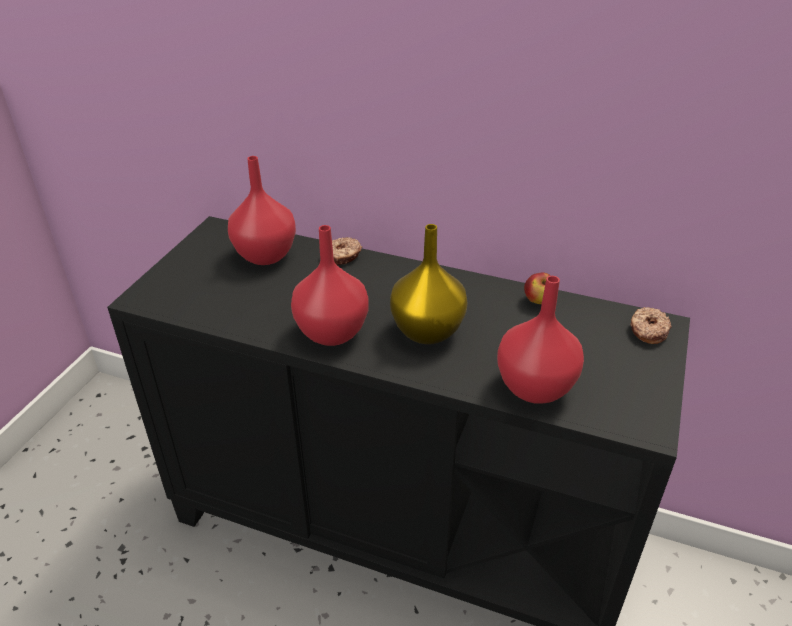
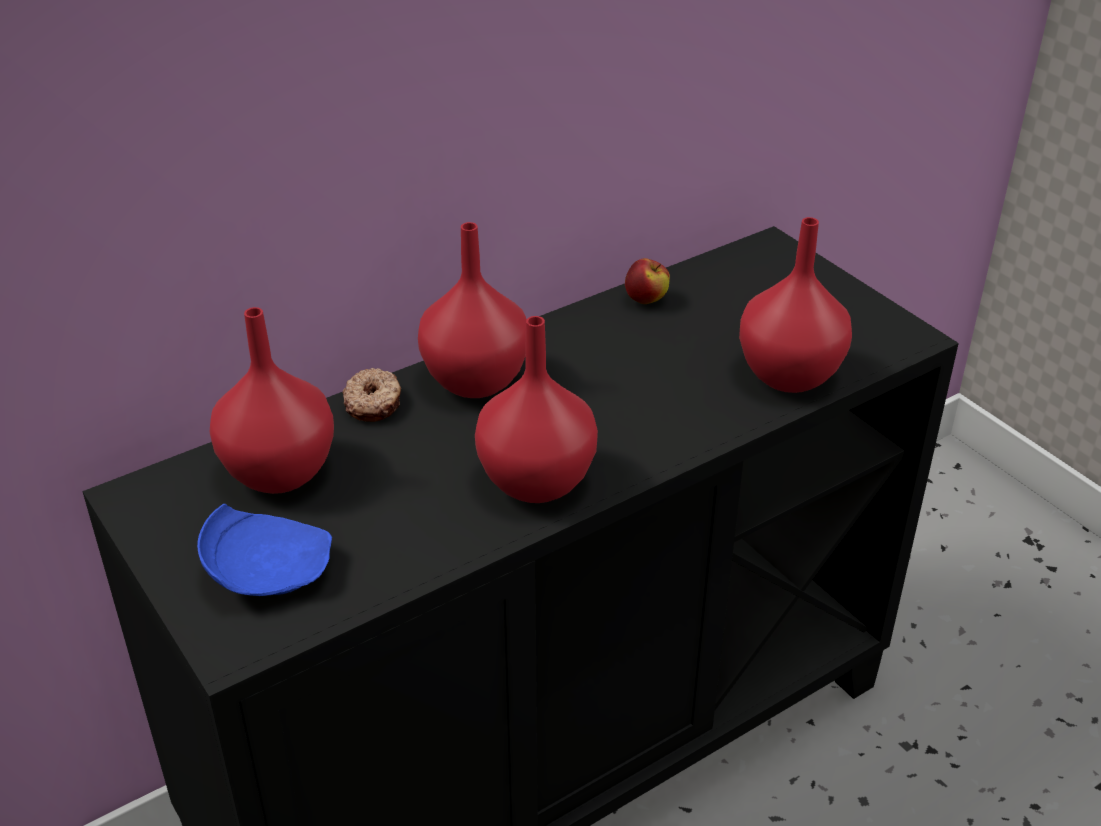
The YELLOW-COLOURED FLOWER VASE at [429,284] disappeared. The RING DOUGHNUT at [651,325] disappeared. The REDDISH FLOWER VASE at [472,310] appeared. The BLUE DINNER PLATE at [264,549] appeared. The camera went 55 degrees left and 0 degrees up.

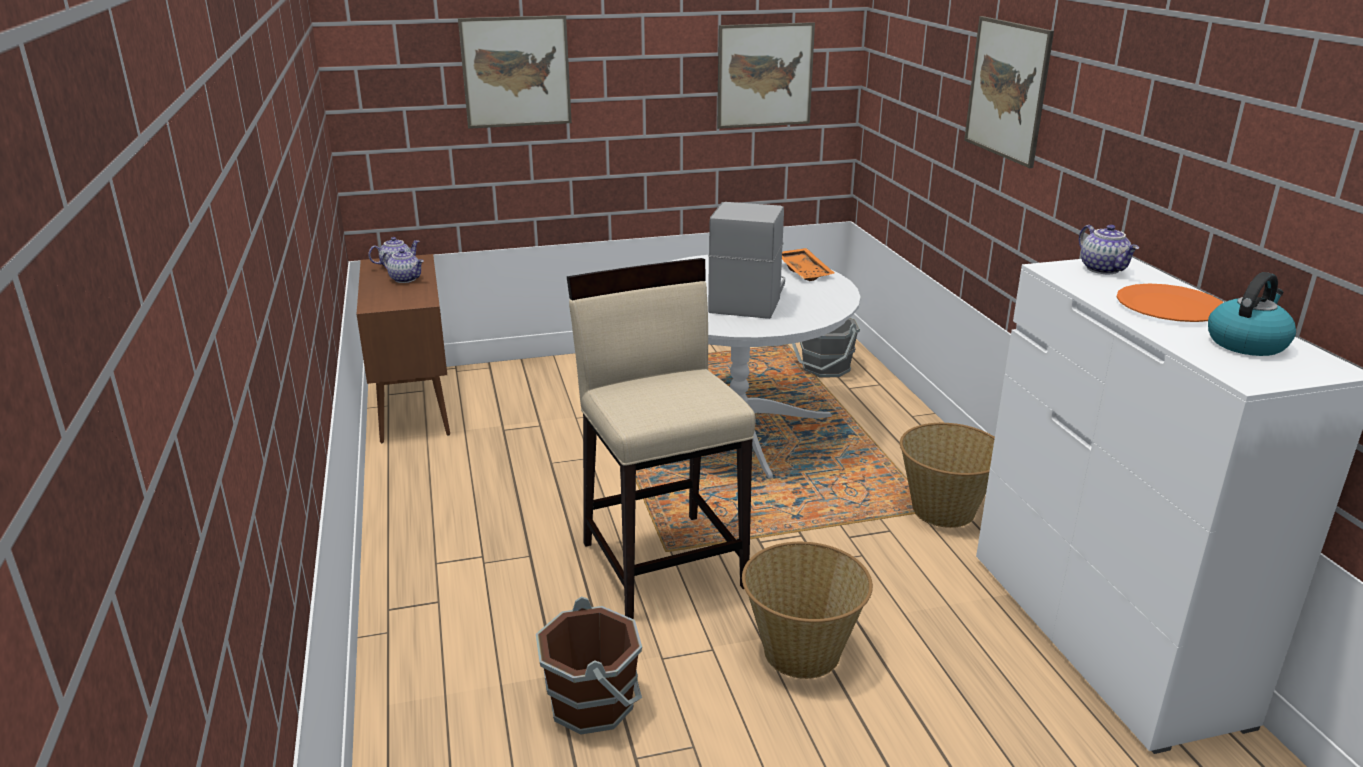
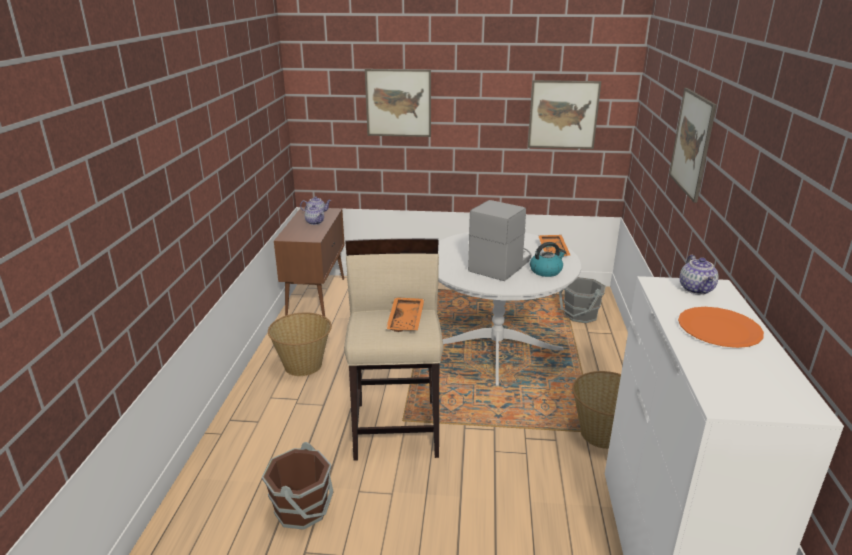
The KETTLE moved from [1252,314] to [548,259]. The STORAGE BASKET moved from [807,610] to [300,344]. The ORANGEY TRAY at [405,315] appeared. The camera went 20 degrees right and 0 degrees up.

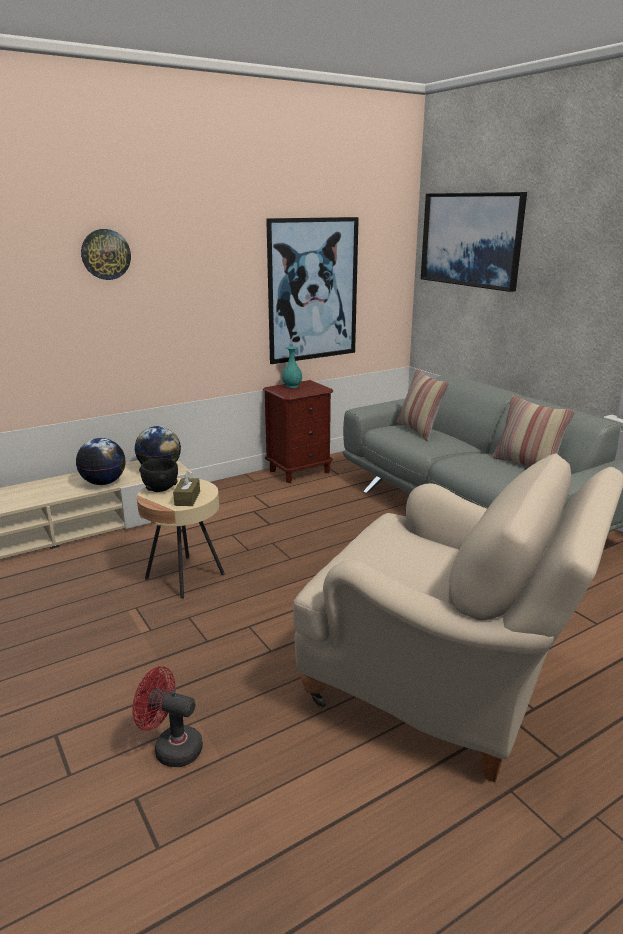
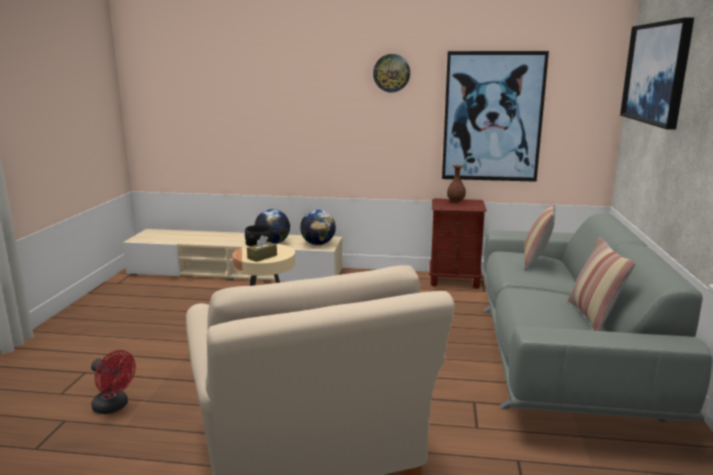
The CLOCK ON THE WALL moved from [106,254] to [391,73]. The TURQUOISE-COLOURED FLOWER VASE at [292,367] became the BROWNISH FLOWER VASE at [456,184]. The REDDISH FAN at [167,716] turned 150 degrees clockwise. The camera went 40 degrees right and 5 degrees down.

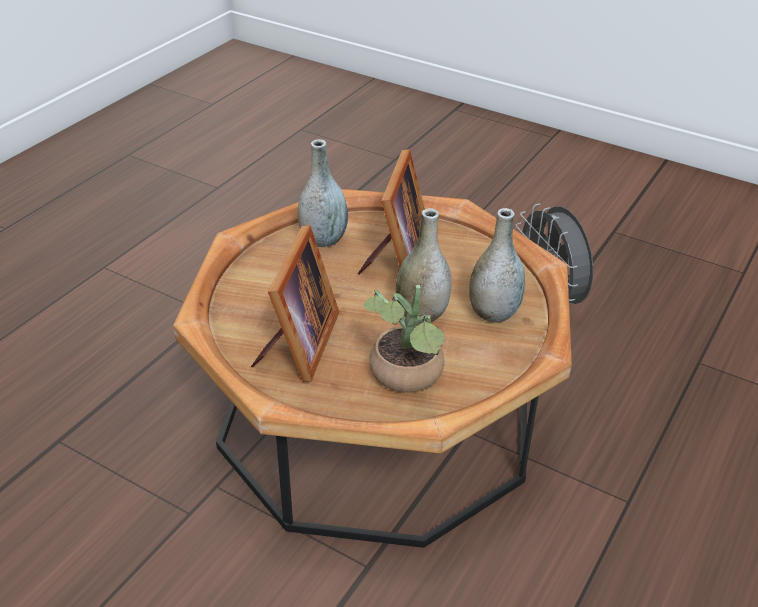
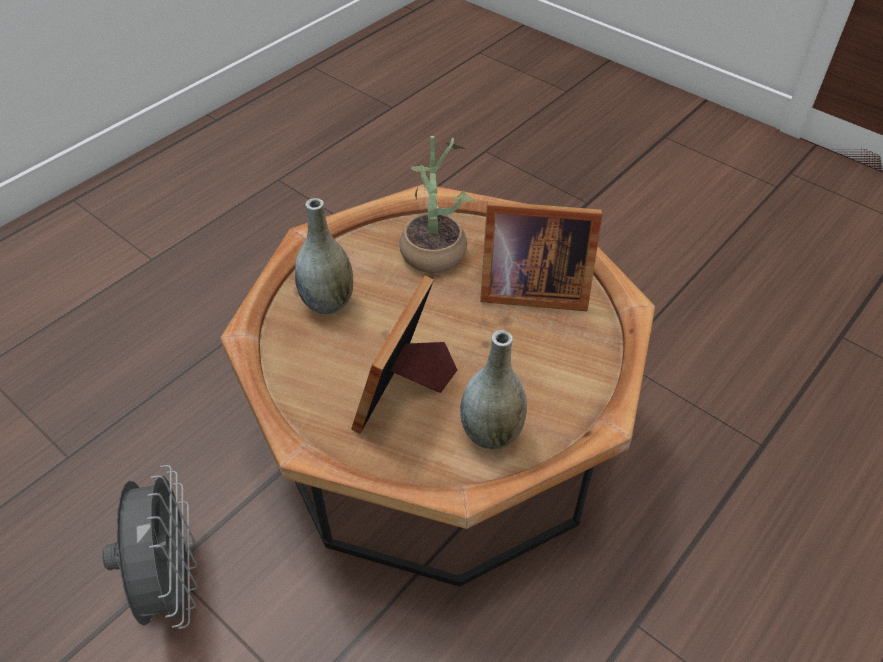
The GREY FLOWER VASE at [423,266] disappeared. The PICTURE FRAME at [295,303] turned 105 degrees counterclockwise. The camera went 170 degrees left and 10 degrees up.

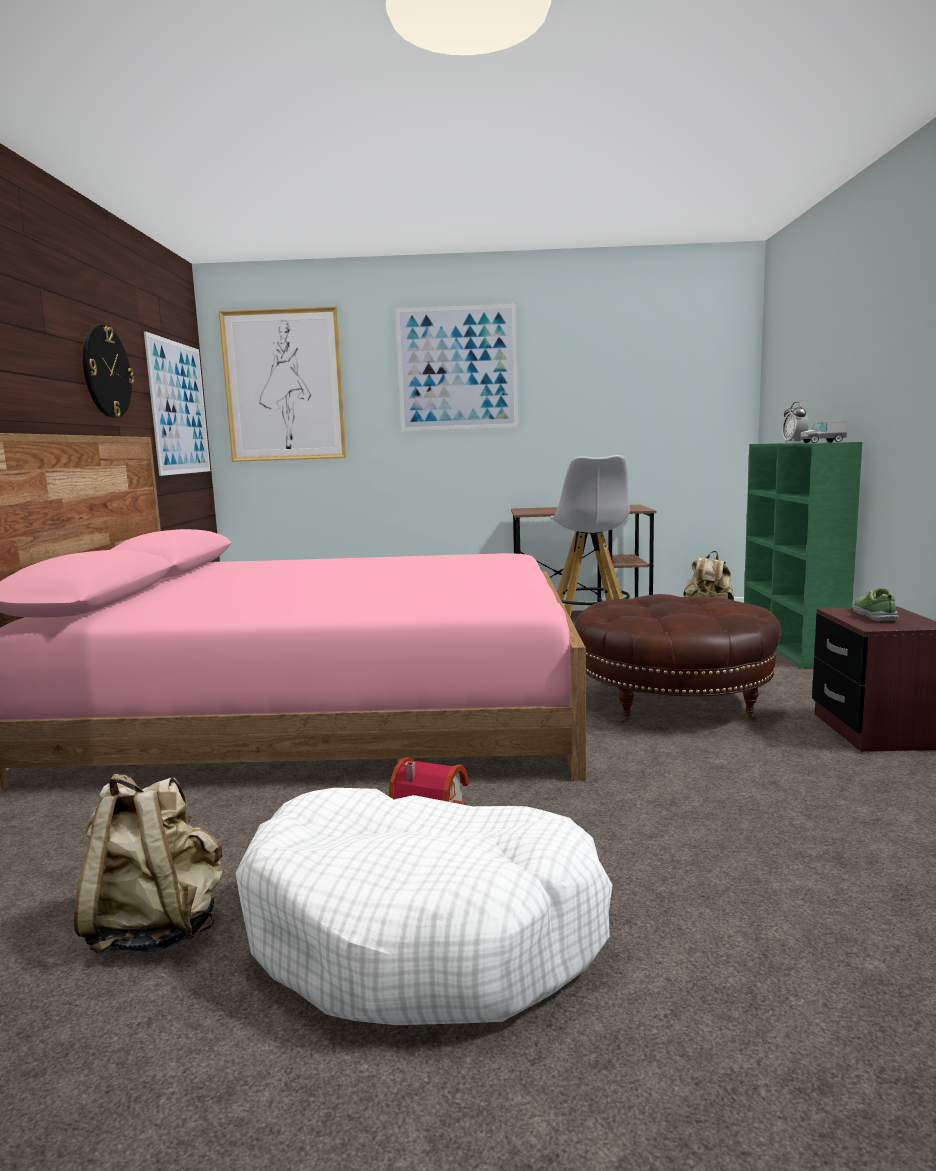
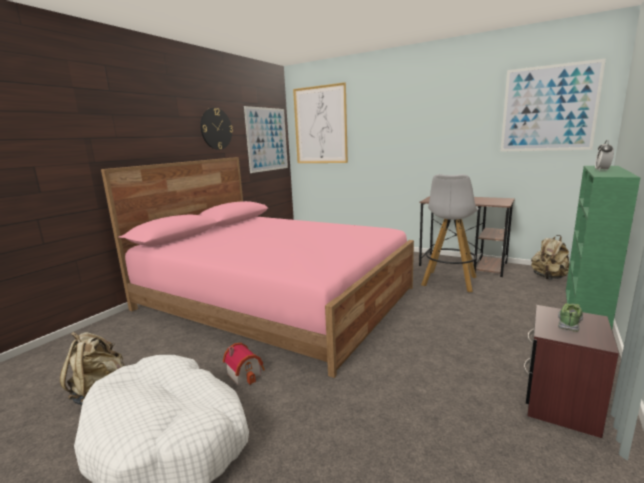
The WALL PICTURE moved from [456,367] to [553,105]. The MODEL TRUCK at [824,432] disappeared. The BROWNISH OTTOMAN at [678,659] disappeared. The camera went 30 degrees right and 5 degrees up.

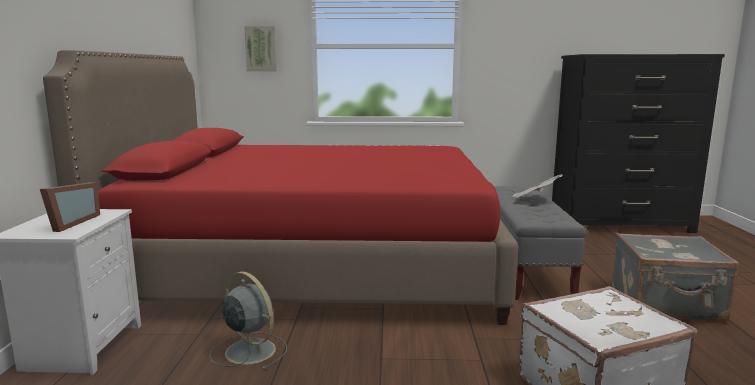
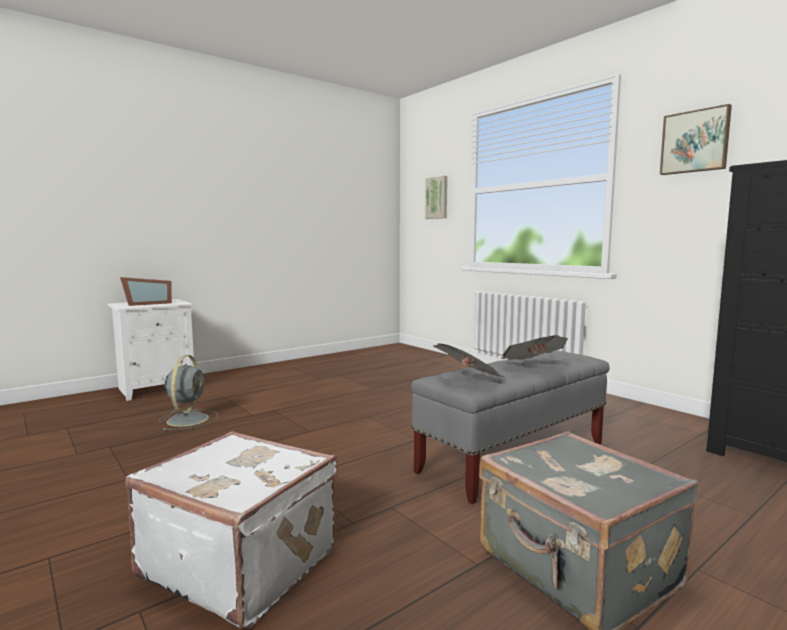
The REDDISH BED at [281,187] disappeared. The WALL PICTURE at [696,139] appeared. The DAILY PAPER at [469,360] appeared. The camera went 50 degrees right and 5 degrees down.

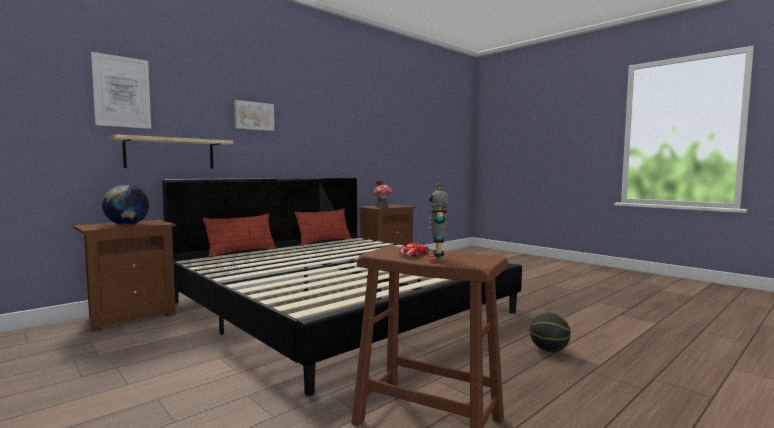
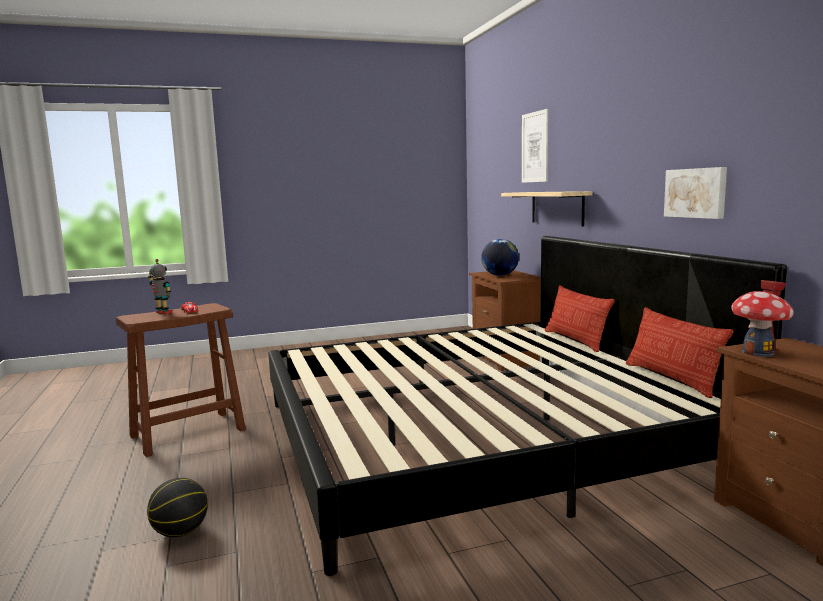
The WALL PICTURE moved from [254,115] to [695,193]. The camera went 115 degrees right and 5 degrees up.

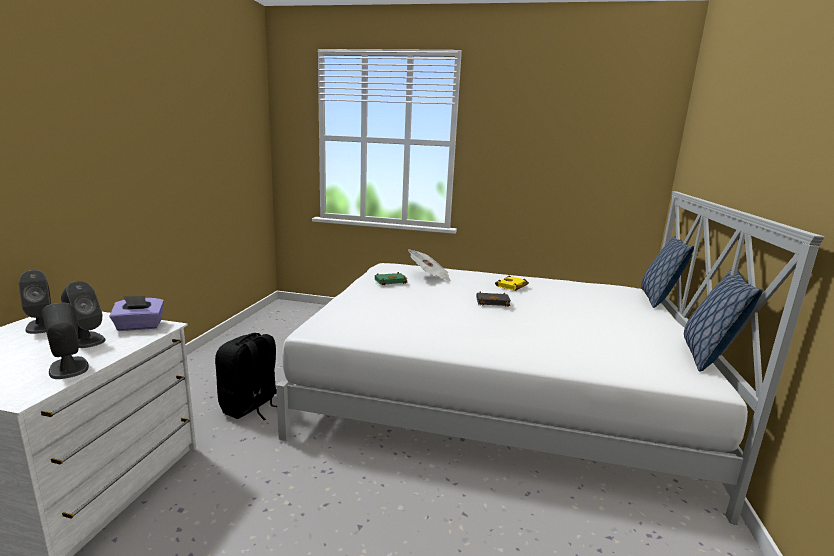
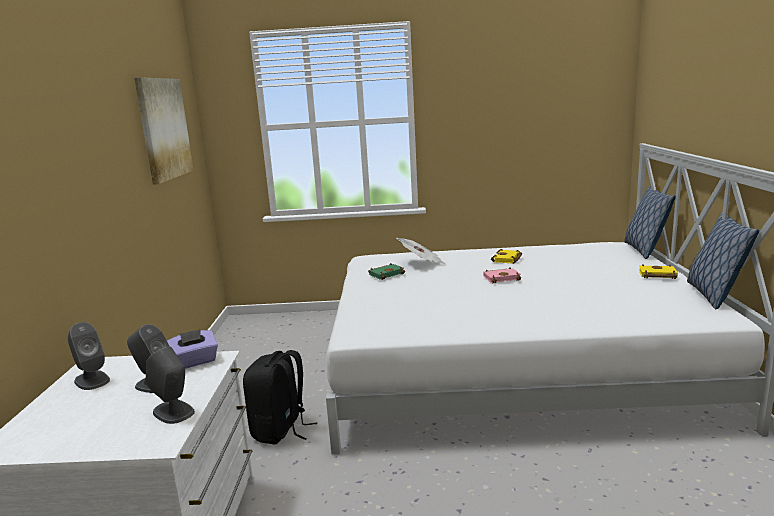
The BLACKISH BOOK at [493,299] became the PINK BOOK at [502,275]. The WALL PICTURE at [164,131] appeared. The YELLOW-COLOURED BOOK at [658,271] appeared. The camera went 10 degrees left and 0 degrees up.

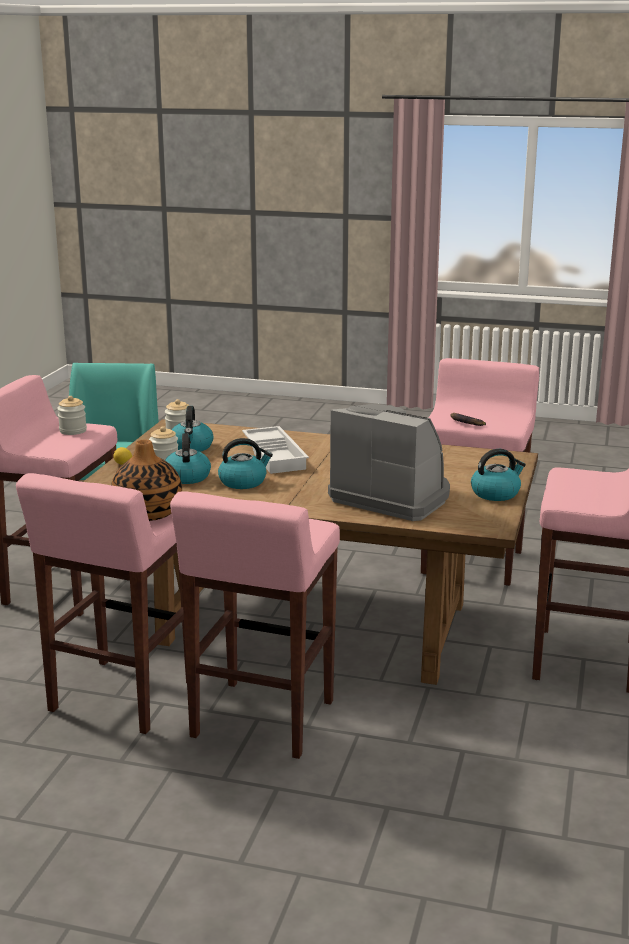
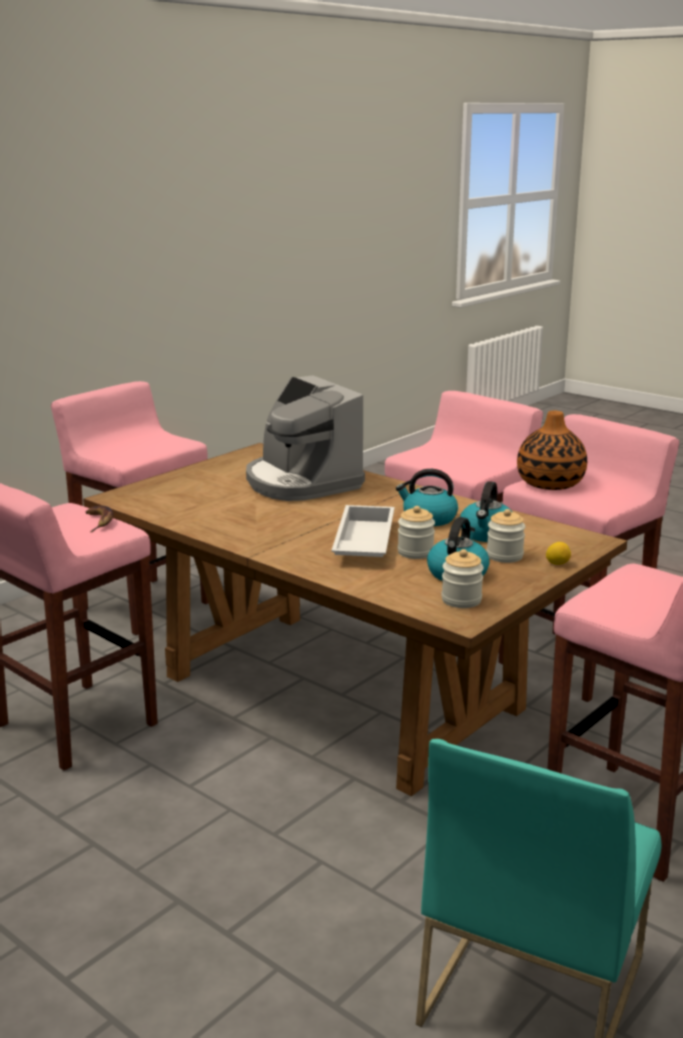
The PRESERVE JAR moved from [72,415] to [416,532]. The KETTLE at [498,475] disappeared. The camera went 155 degrees left and 0 degrees up.

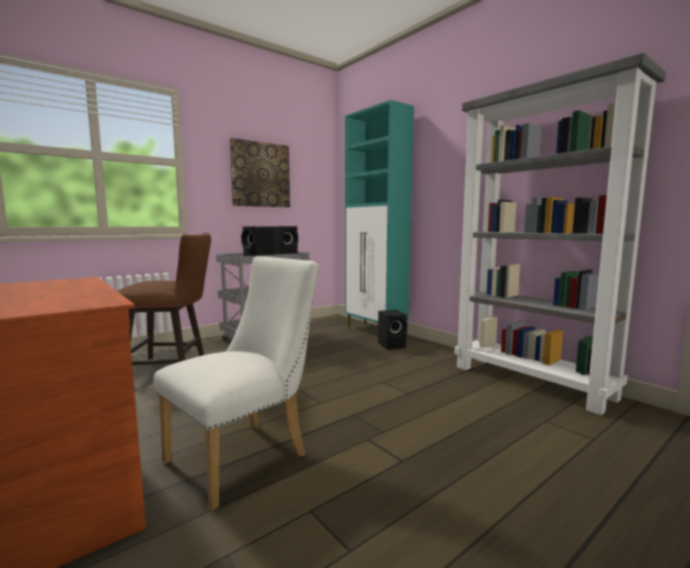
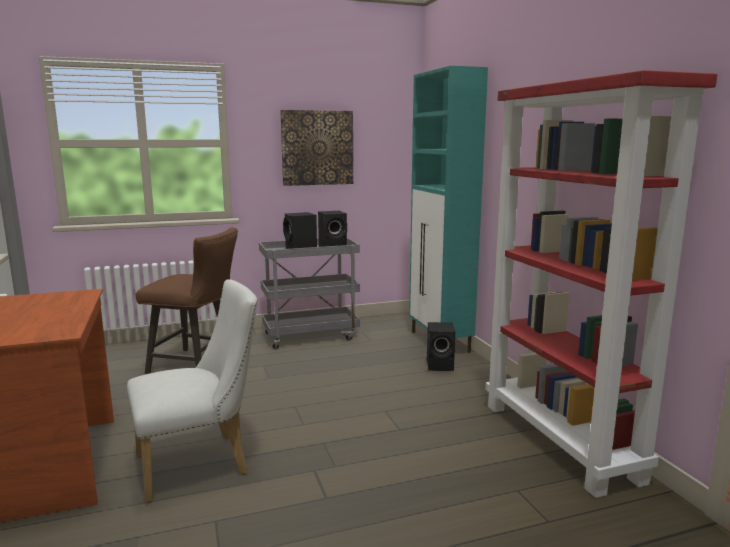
The GREY BOOKCASE at [560,234] became the REDDISH BOOKCASE at [601,284]. The camera went 20 degrees right and 5 degrees up.

